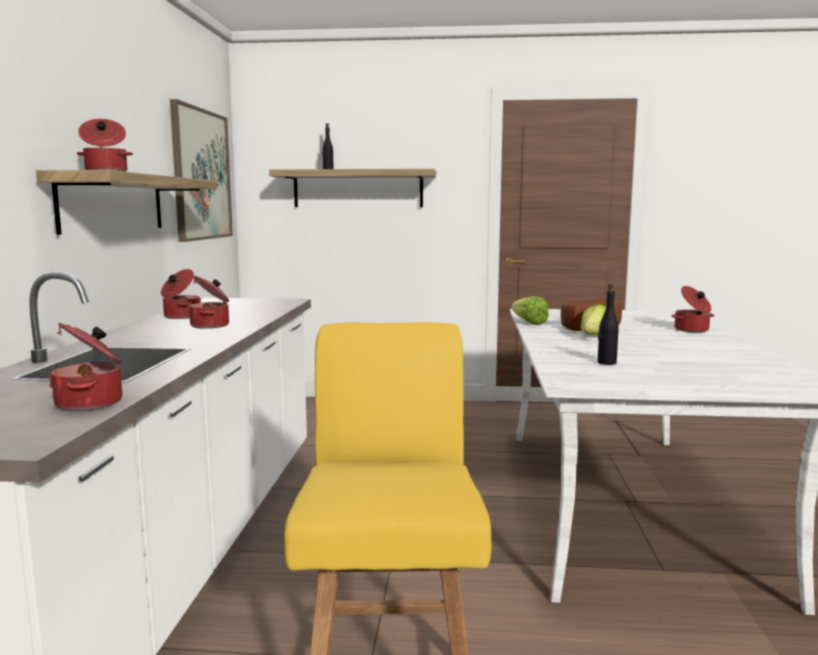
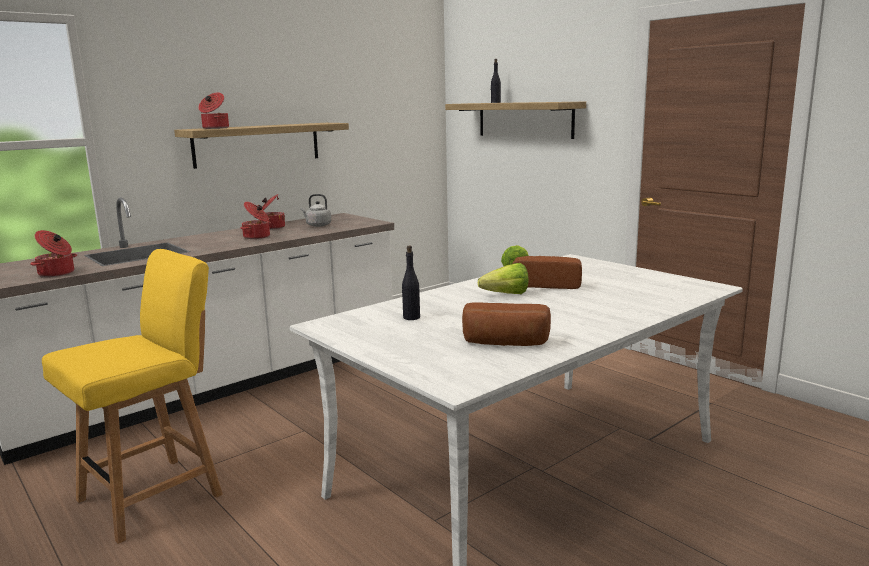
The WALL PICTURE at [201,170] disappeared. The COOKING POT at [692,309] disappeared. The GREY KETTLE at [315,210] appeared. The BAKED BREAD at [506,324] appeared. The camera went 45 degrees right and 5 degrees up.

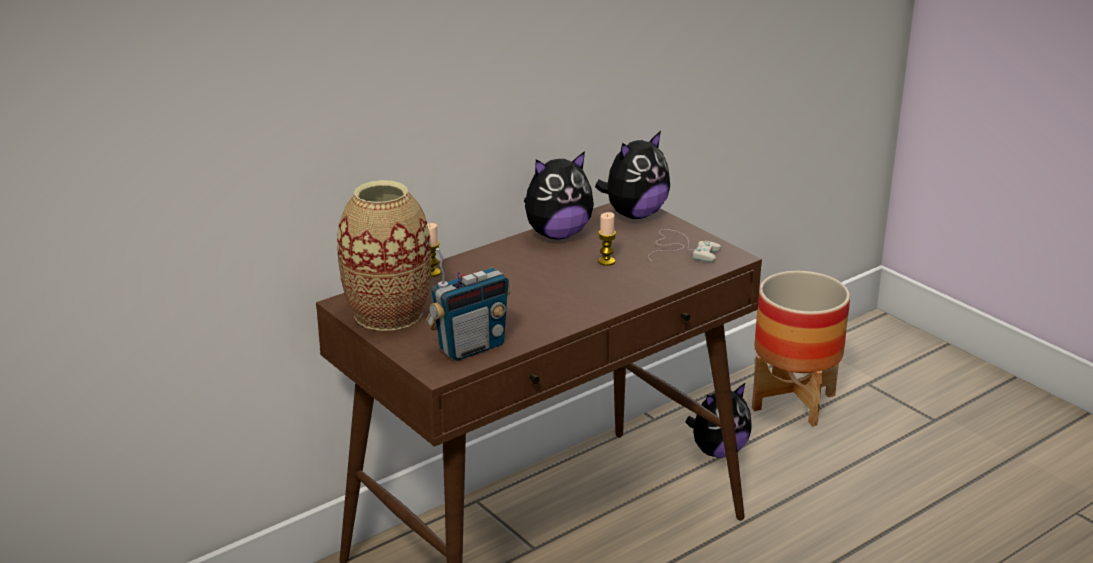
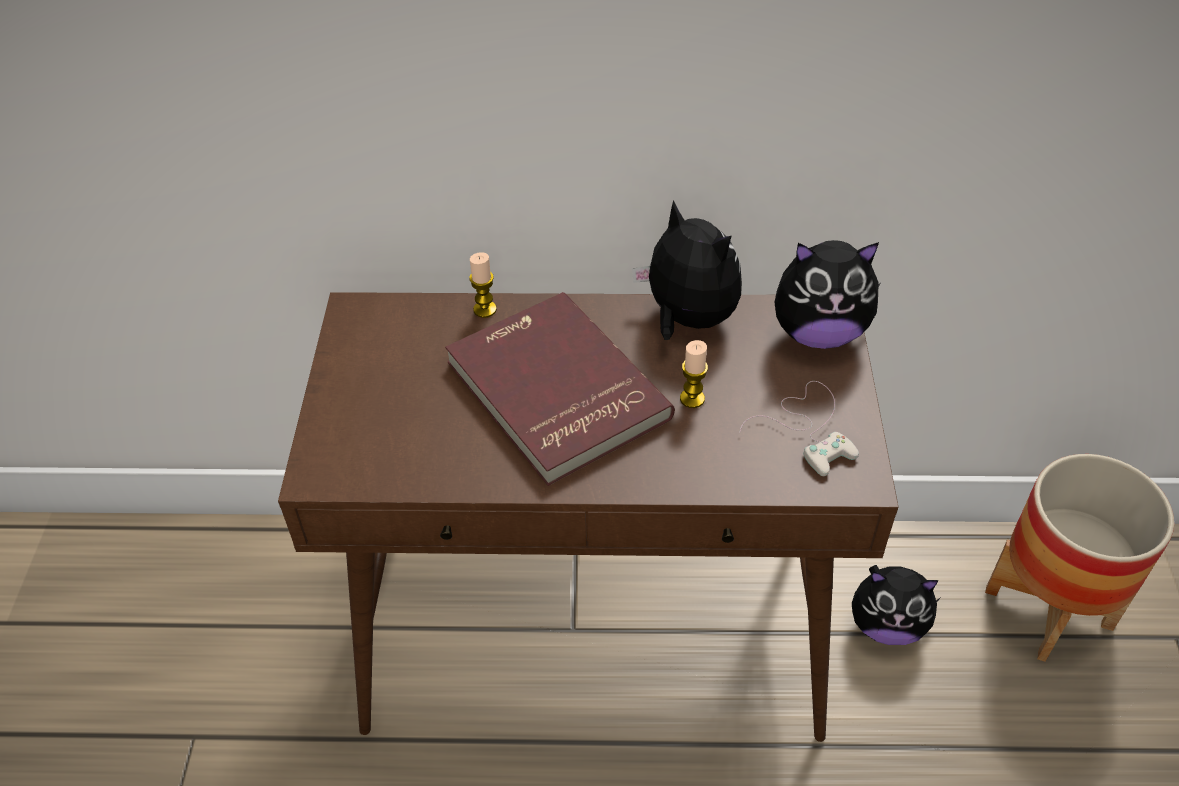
The SOFT TOY at [559,195] turned 150 degrees counterclockwise. The FLOWER VASE at [384,255] disappeared. The RADIO RECEIVER at [468,304] disappeared. The REDDISH BOOK at [560,389] appeared. The camera went 40 degrees right and 20 degrees up.

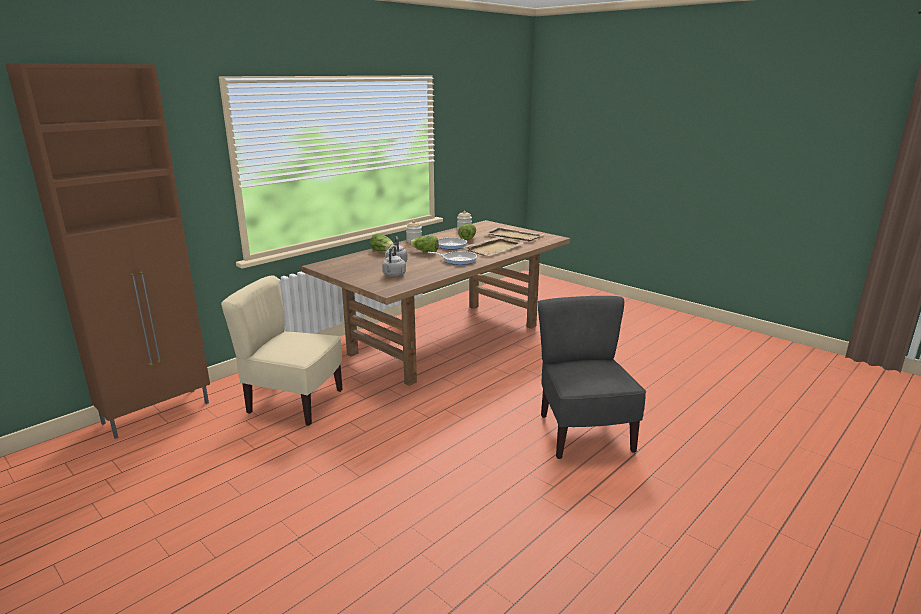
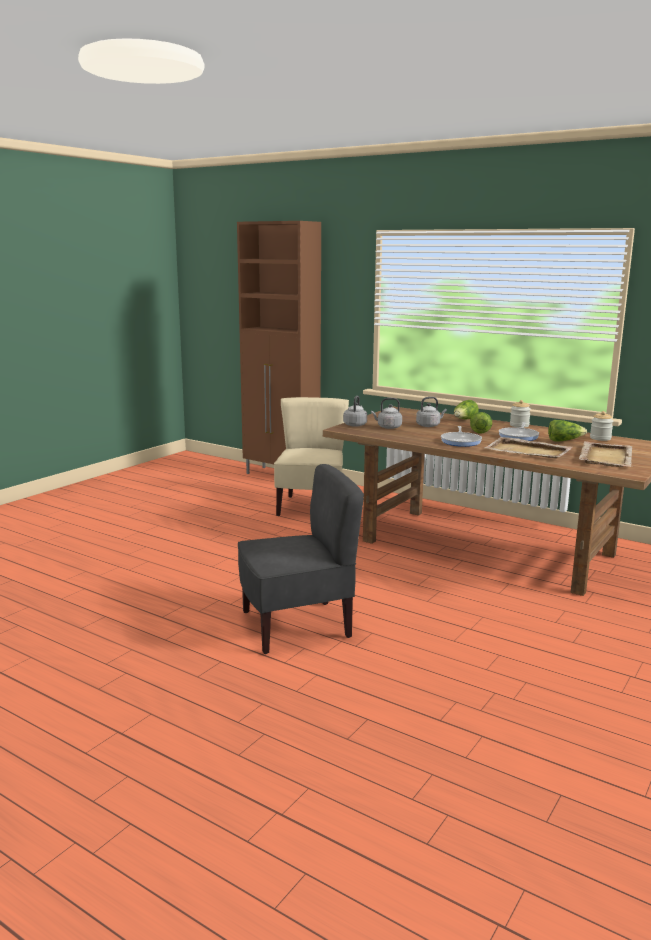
The GREY KETTLE at [355,411] appeared. The camera went 80 degrees right and 5 degrees down.

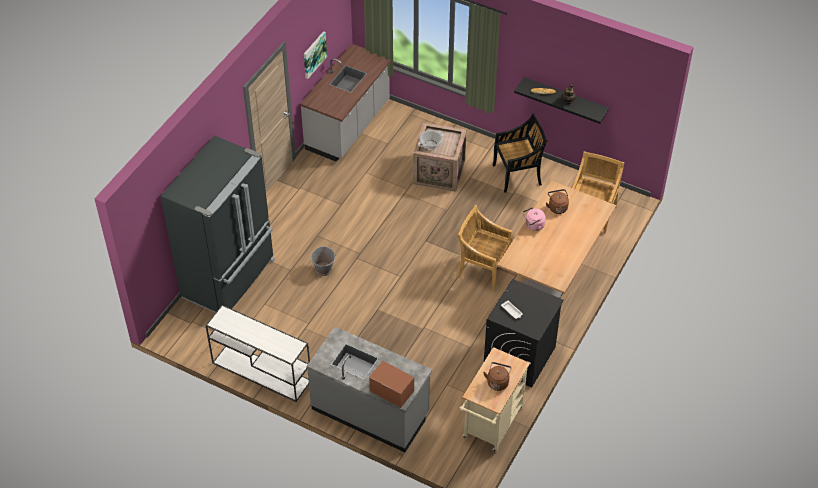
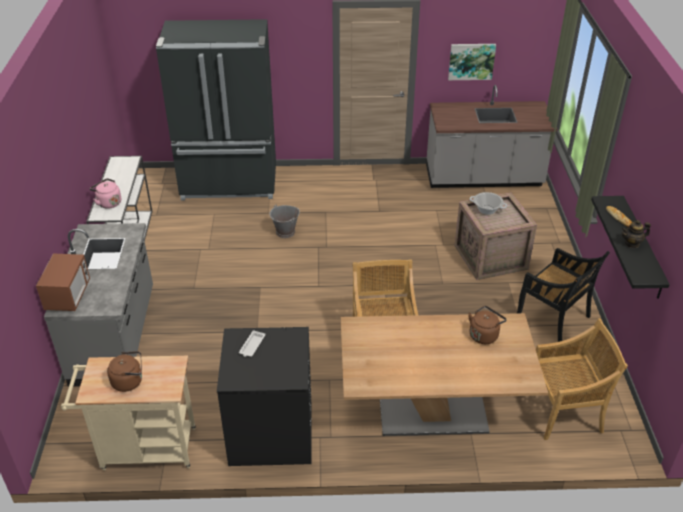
The PINK KETTLE moved from [534,219] to [105,193]. The camera went 60 degrees right and 10 degrees down.

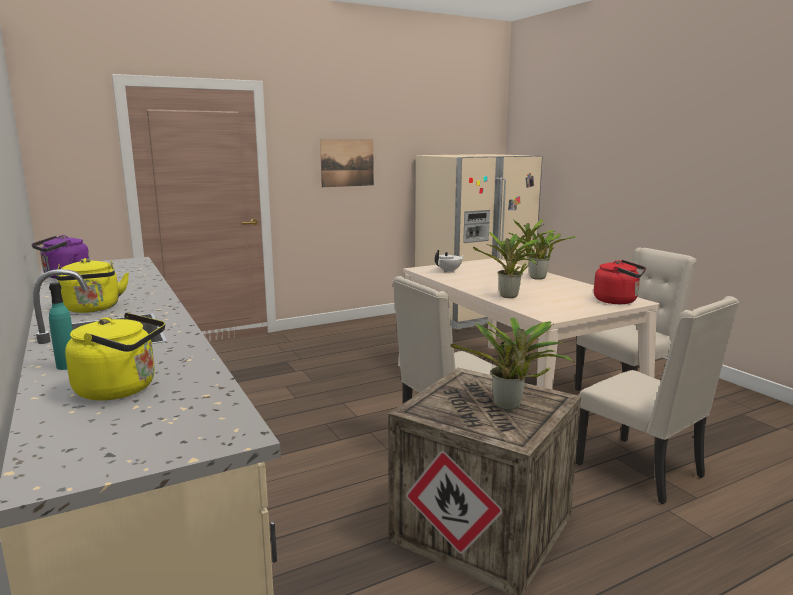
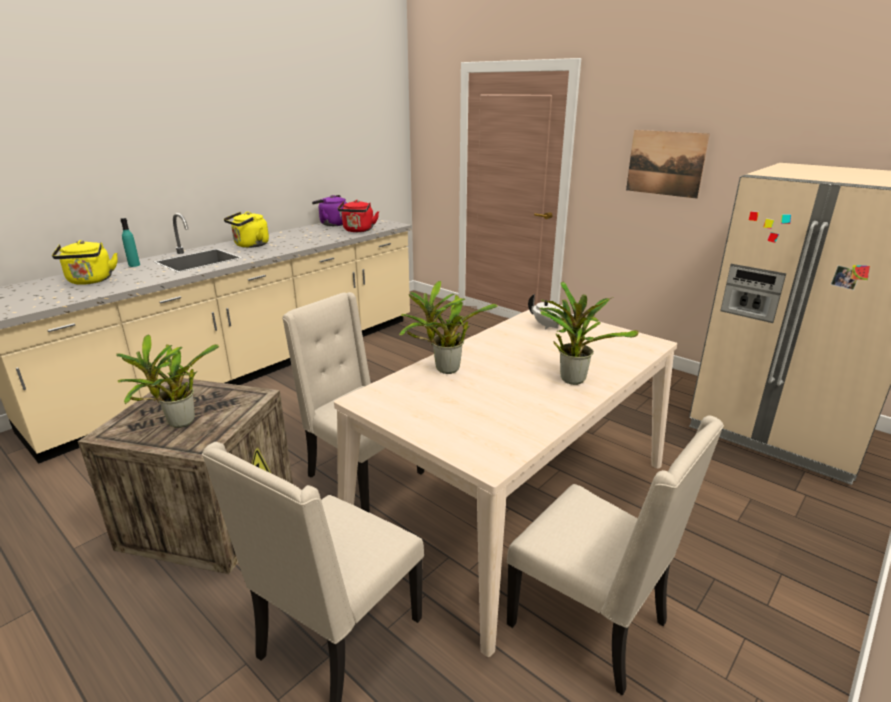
The REDDISH KETTLE moved from [620,282] to [358,216]. The camera went 70 degrees right and 10 degrees up.

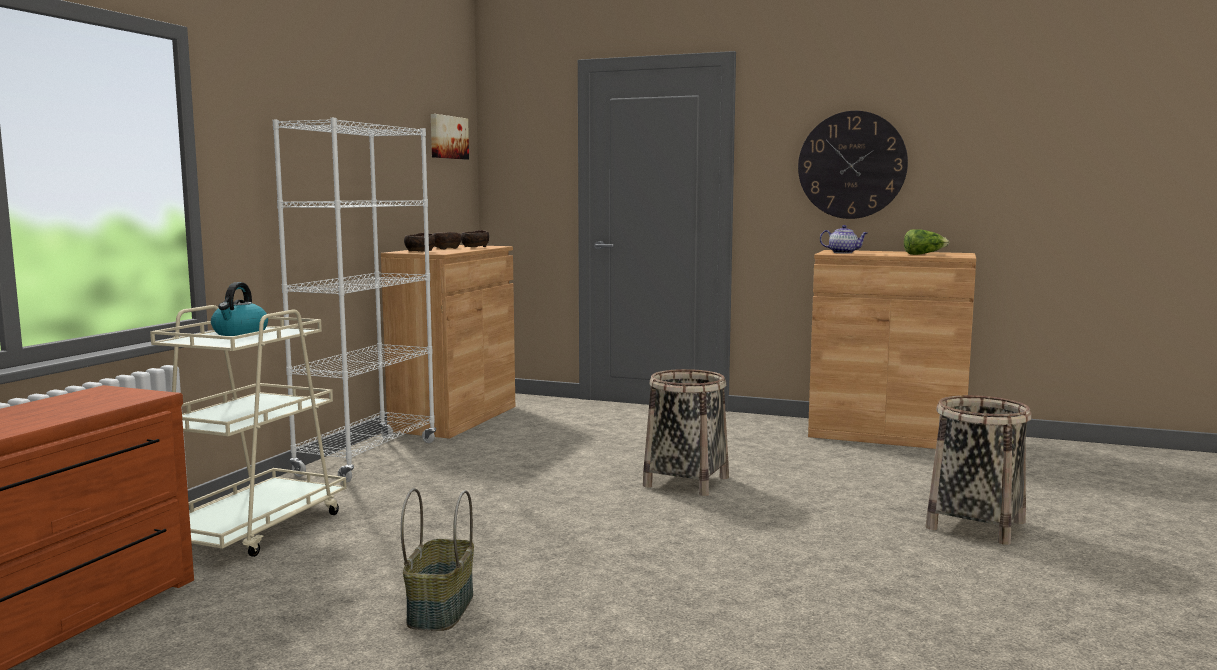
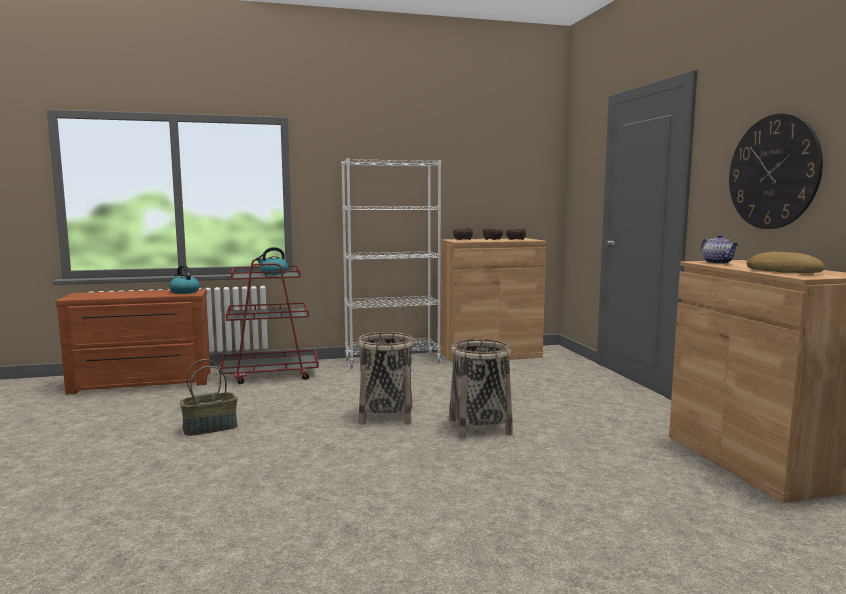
The WALL PICTURE at [450,136] disappeared. The LETTUCE at [926,242] was replaced by the BAKED BREAD at [786,262]. The BEIGE WHEELED CART at [248,431] became the REDDISH WHEELED CART at [269,321]. The STORAGE BASKET moved from [979,470] to [385,378]. The KETTLE at [184,279] appeared. The camera went 55 degrees right and 0 degrees up.

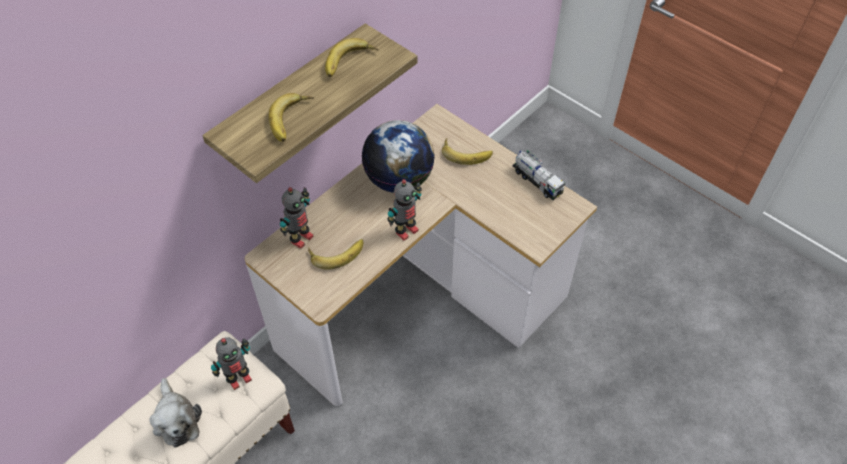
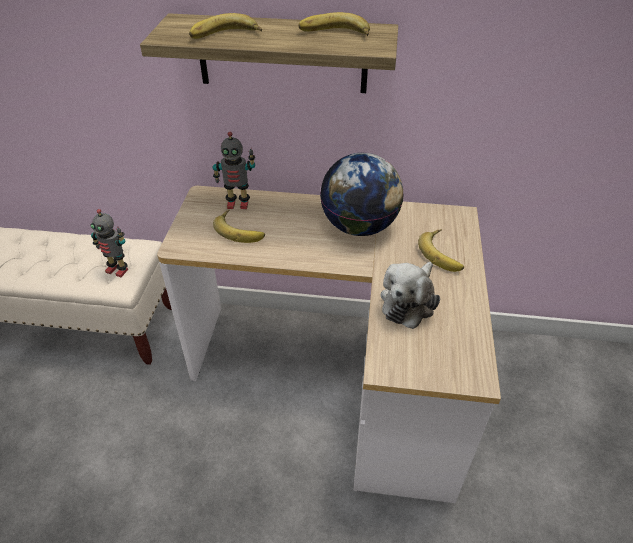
The MODEL TRUCK at [538,174] disappeared. The TOY ROBOT at [405,210] disappeared. The SOFT TOY moved from [175,413] to [410,295]. The camera went 55 degrees right and 10 degrees down.

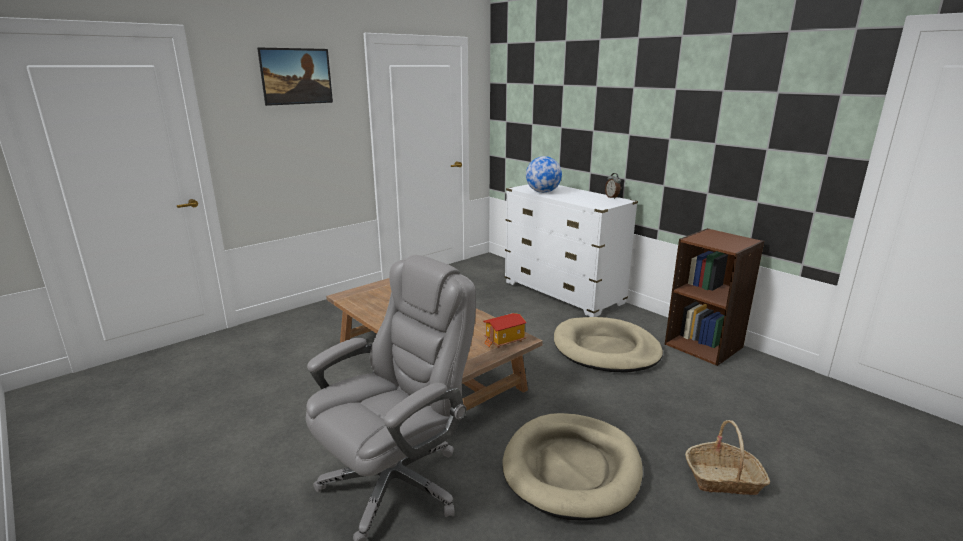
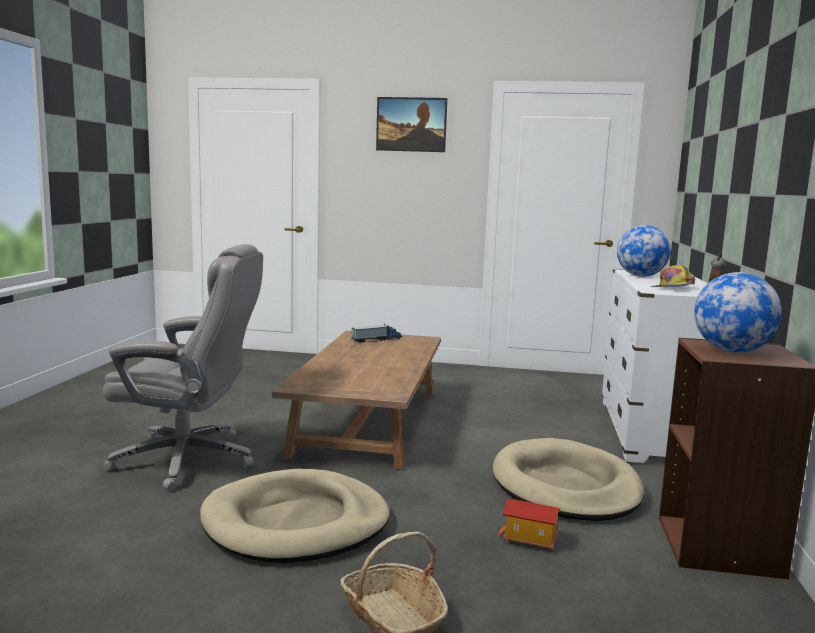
The TOY HOUSE moved from [505,330] to [529,525]. The CAP at [673,276] appeared. The WORLD GLOBE at [738,312] appeared. The MODEL TRUCK at [376,333] appeared. The camera went 50 degrees right and 10 degrees down.

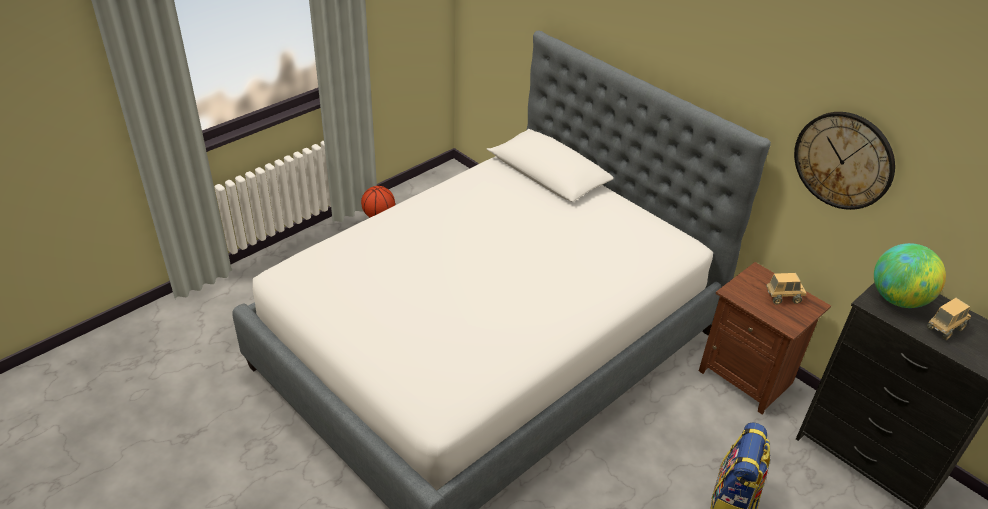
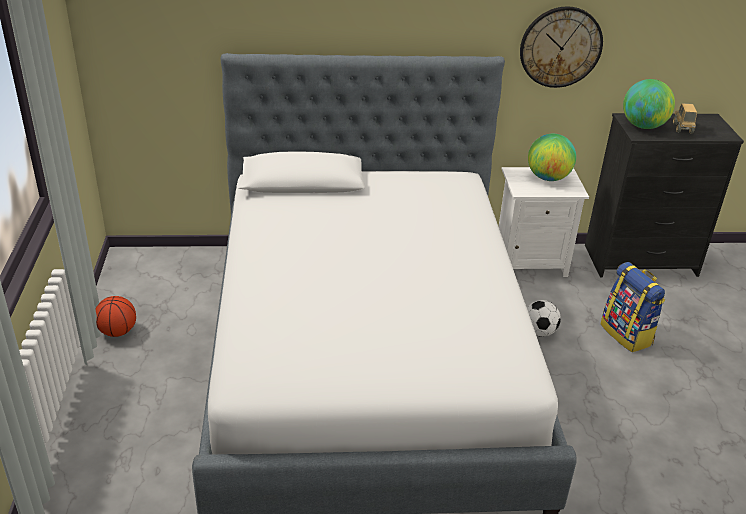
The BROWNISH BEDSIDE TABLE at [765,338] became the WHITE-COLOURED BEDSIDE TABLE at [544,222]. The MODEL TRUCK at [786,288] was replaced by the WORLD GLOBE at [552,157]. The FOOTBALL at [544,318] appeared. The camera went 50 degrees left and 5 degrees down.

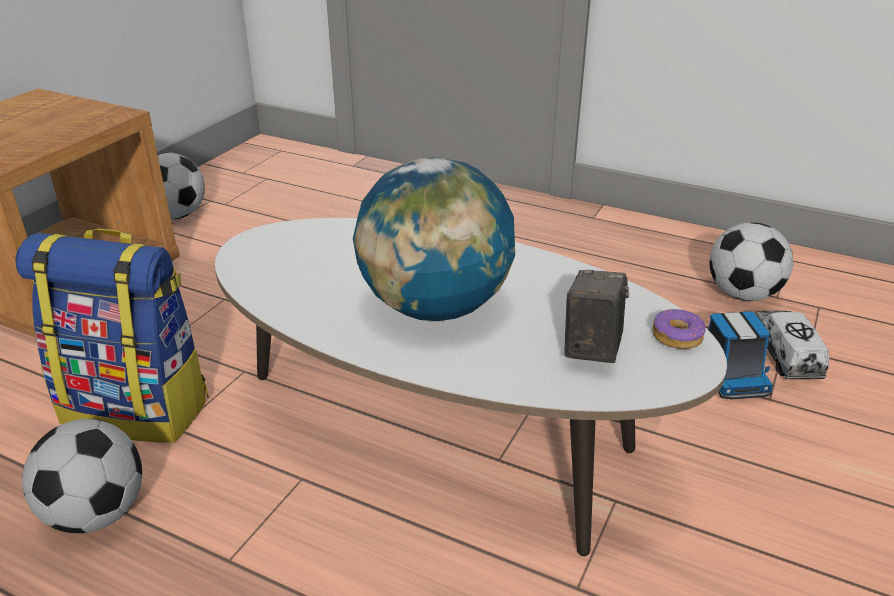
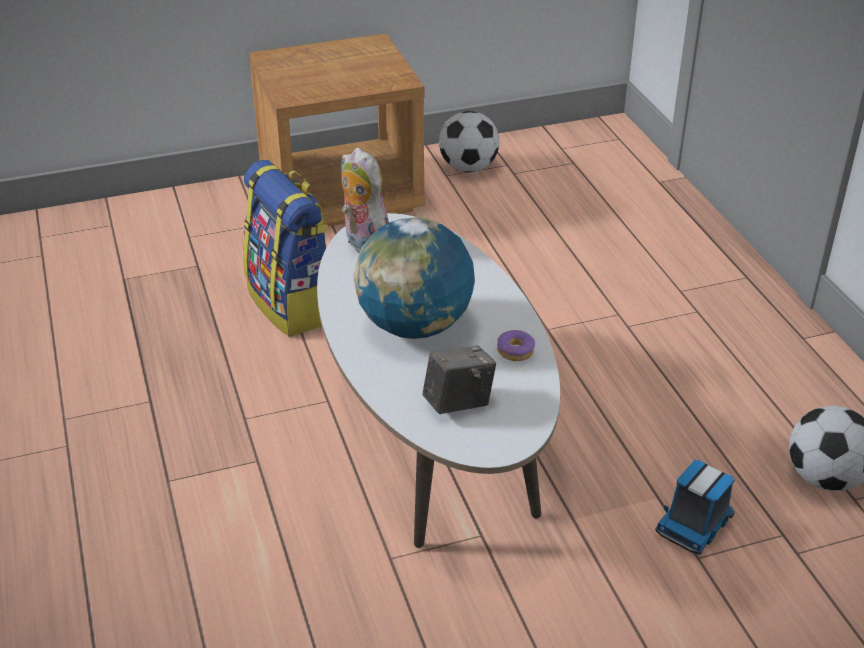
The RING DOUGHNUT moved from [678,329] to [516,345]. The MODEL TRUCK at [792,345] disappeared. The FOOTBALL at [82,476] disappeared. The SOFT TOY at [365,200] appeared. The camera went 45 degrees right and 5 degrees up.

